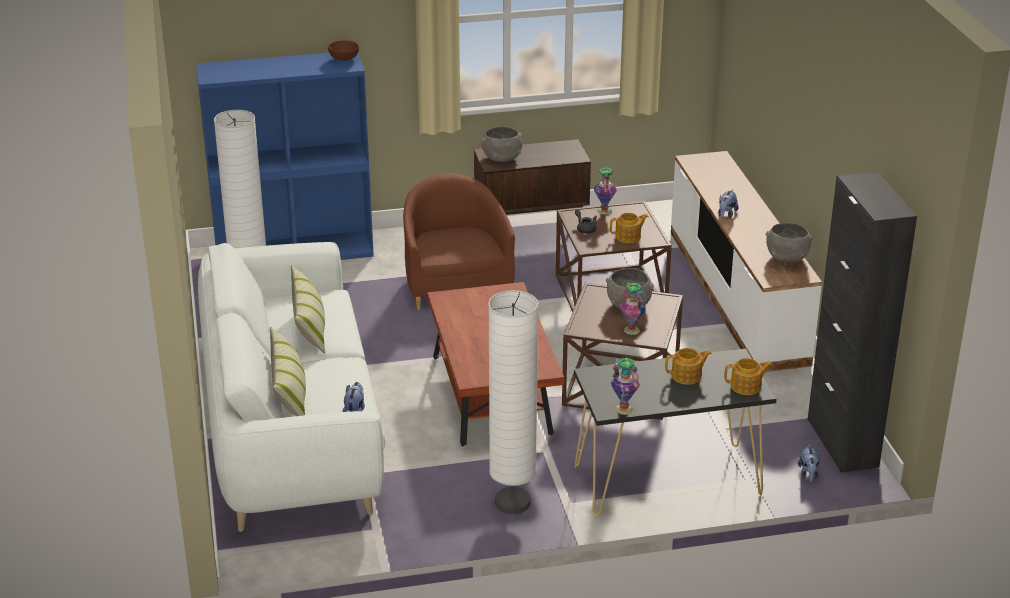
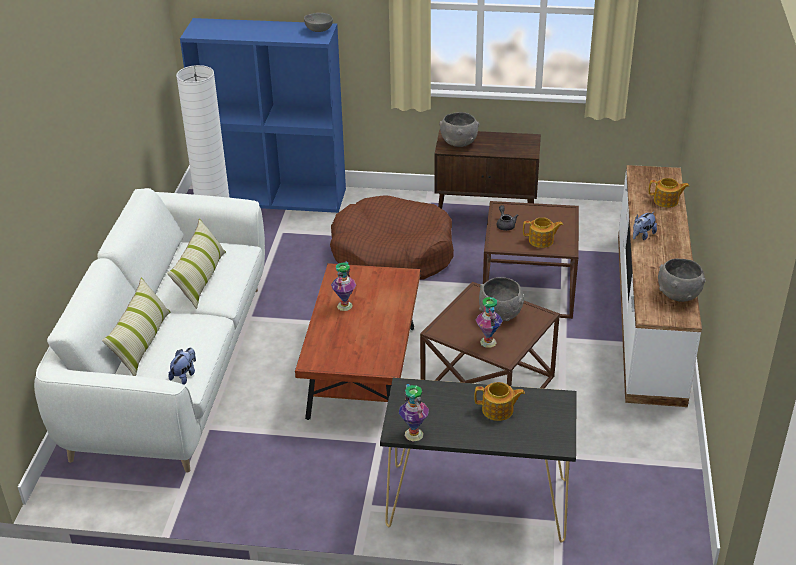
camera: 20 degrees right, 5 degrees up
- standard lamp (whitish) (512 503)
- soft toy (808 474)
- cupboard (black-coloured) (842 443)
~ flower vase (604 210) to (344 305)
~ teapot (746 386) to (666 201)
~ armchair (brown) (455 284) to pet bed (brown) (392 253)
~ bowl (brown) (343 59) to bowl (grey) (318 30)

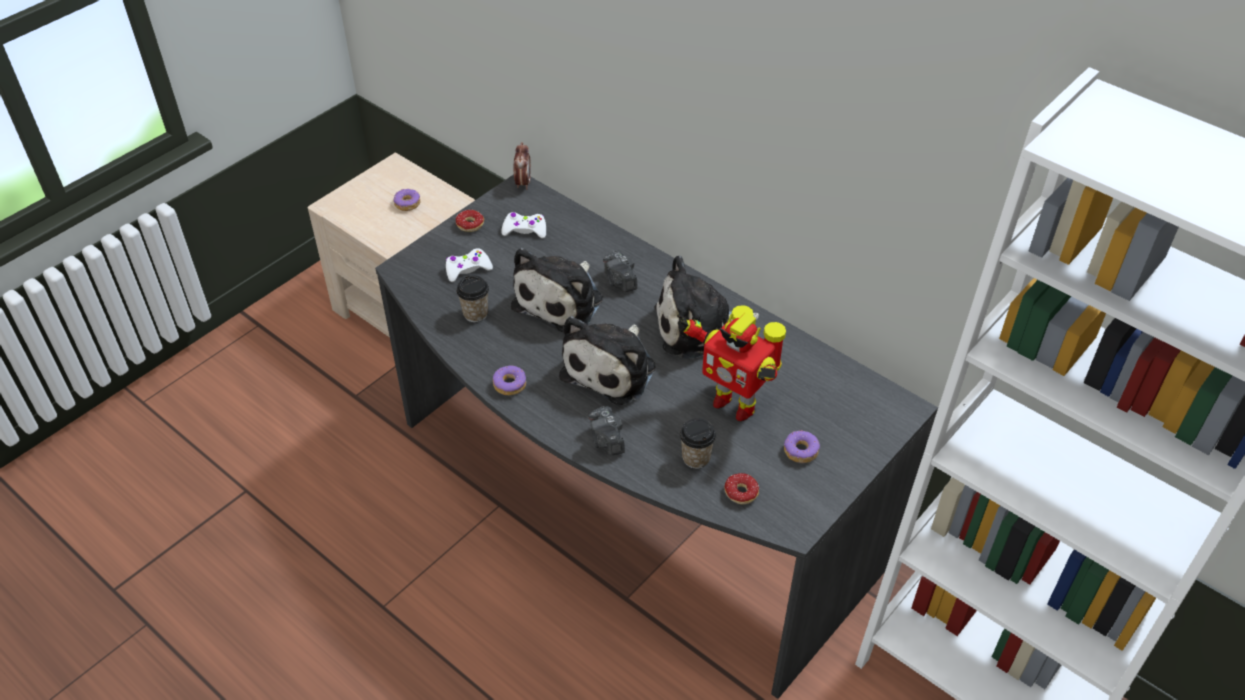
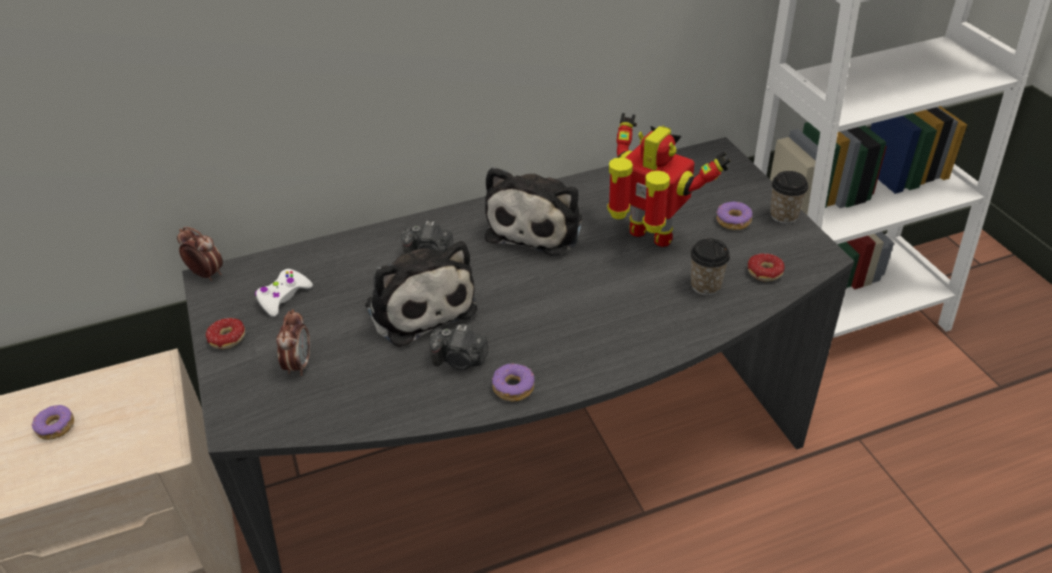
camera: 60 degrees left, 5 degrees down
- soft toy (612 368)
~ cup (475 313) to (783 215)
~ still camera (607 441) to (460 360)
~ gamepad (whitish) (467 269) to alarm clock (299 364)
~ toy robot (734 403) = (650 238) 120 degrees counterclockwise

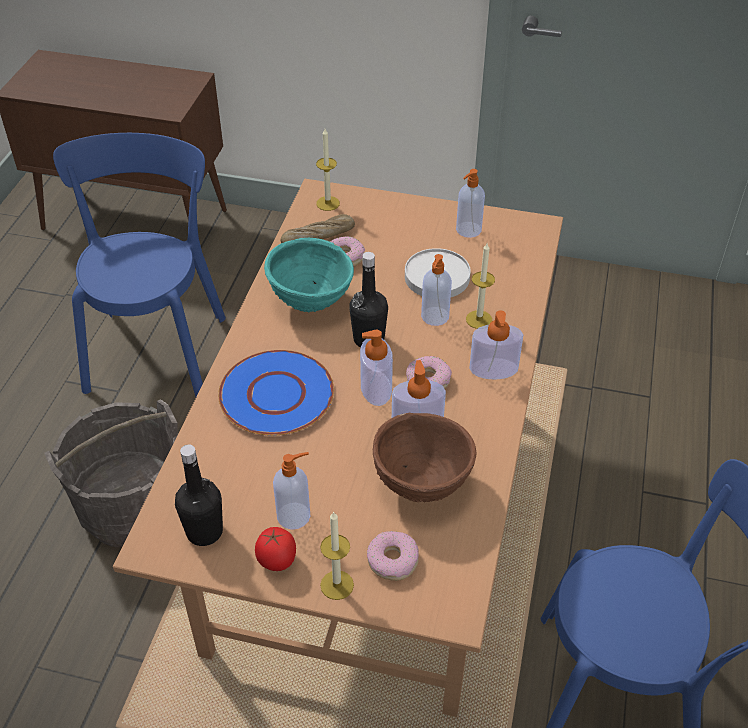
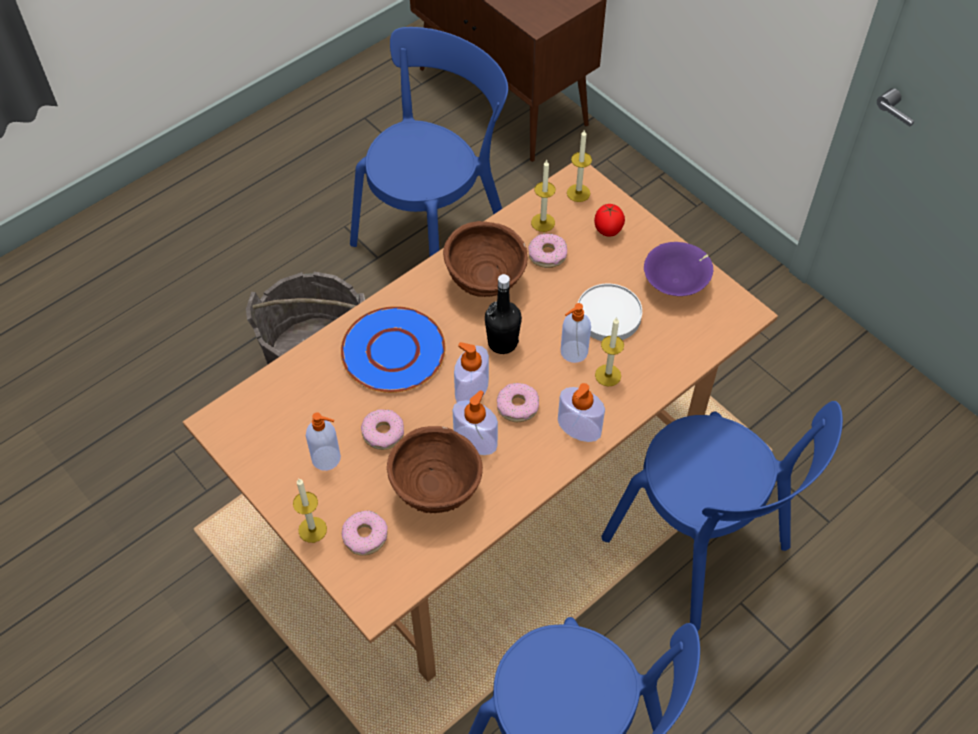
camera: 35 degrees right, 10 degrees up
- bottle (black-coloured) (204 531)
+ doughnut (383 433)
+ chair (blue-coloured) (701 549)
~ whole tomato (277 561) to (607 231)
~ bread (318 236) to wax light (543 222)
~ soap bottle (468 230) to bowl (purple) (676 283)
~ bowl (turquoise) (311 303) to bowl (brown) (485 283)

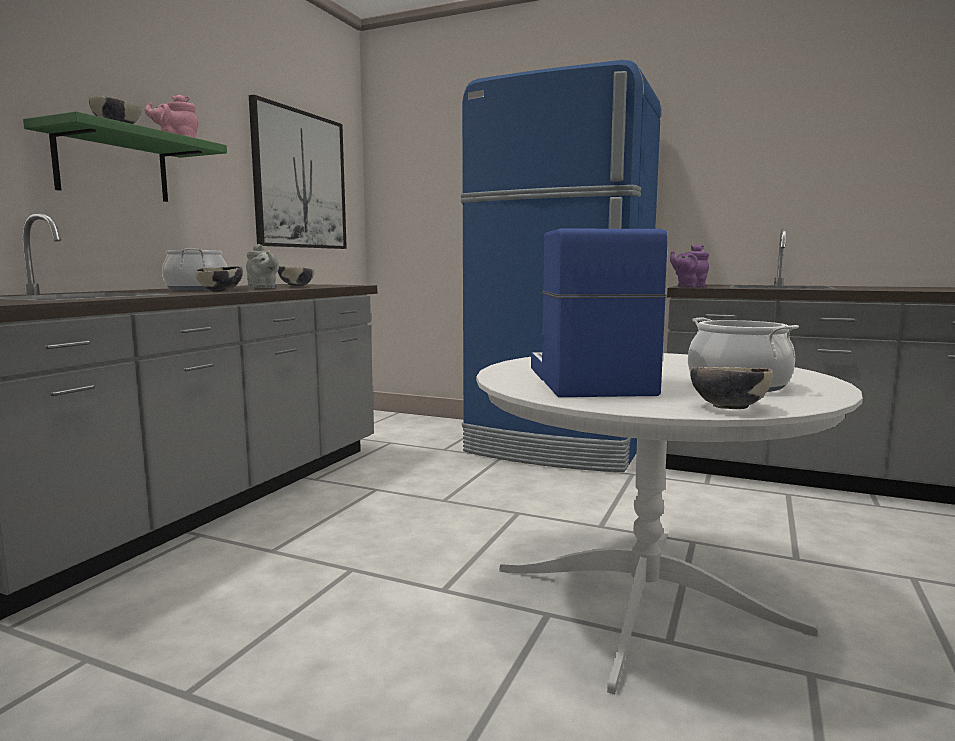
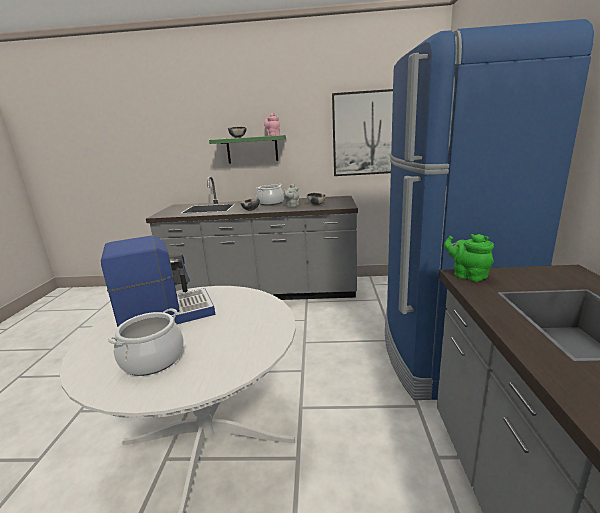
camera: 70 degrees right, 10 degrees up
- bowl (728 408)
~ teapot (purple) (689 287) to teapot (green-coloured) (467 275)

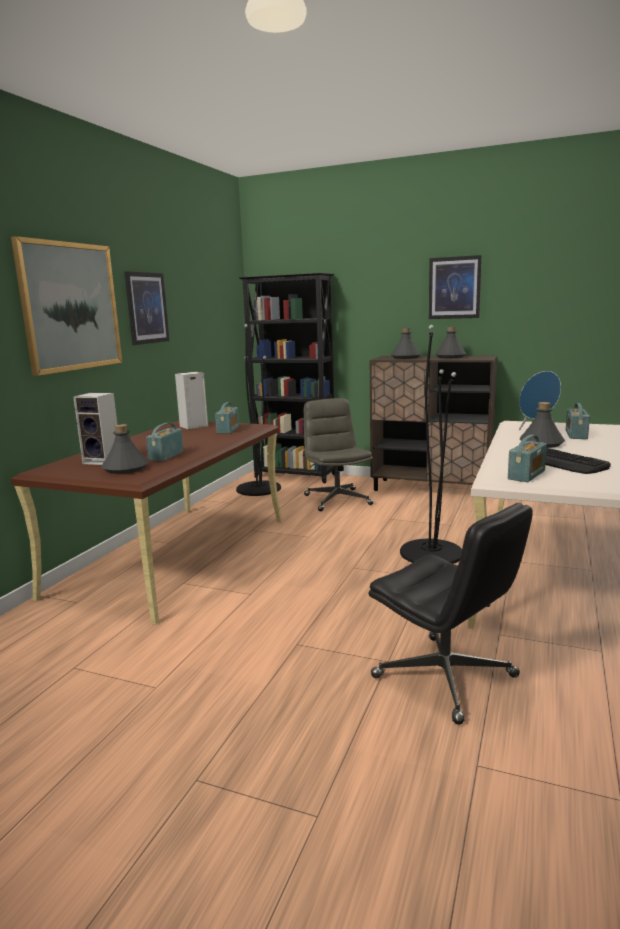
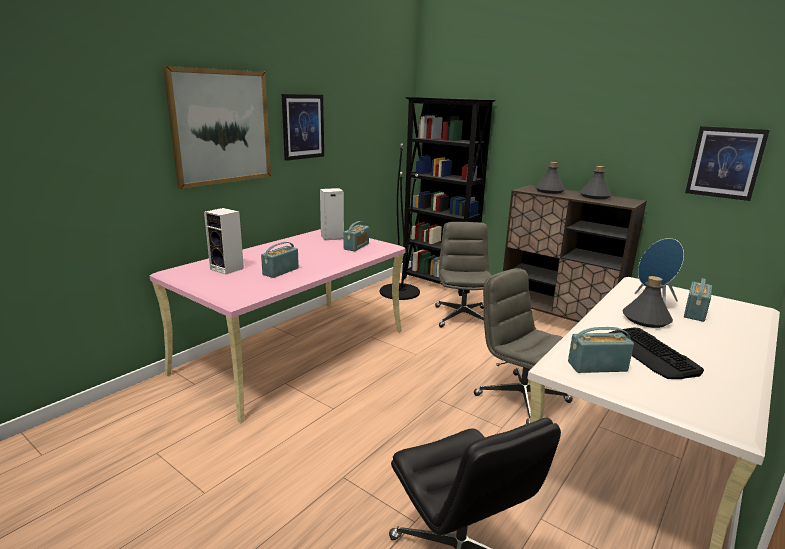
camera: 15 degrees right, 5 degrees up
- bottle (grey) (126 469)
~ wall picture (454 288) to (725 163)
~ standard lamp (black-coloured) (431 553) to computer chair (grey) (520 398)
~ desk unit (brown) (175 554) to desk unit (pink-coloured) (294 350)
~ radio (526 475) = (597 366) 150 degrees counterclockwise

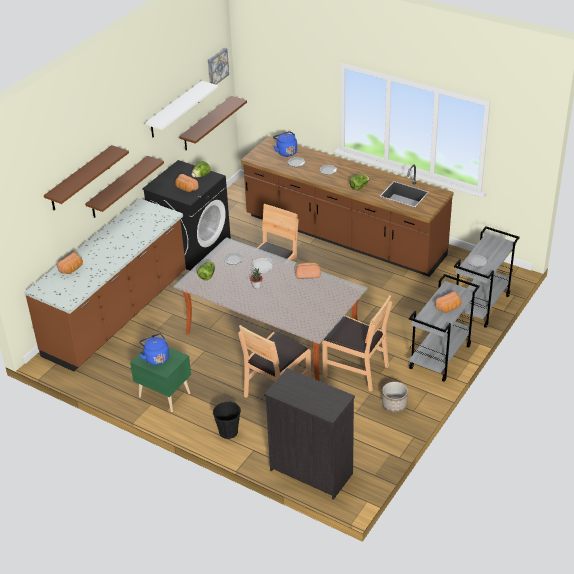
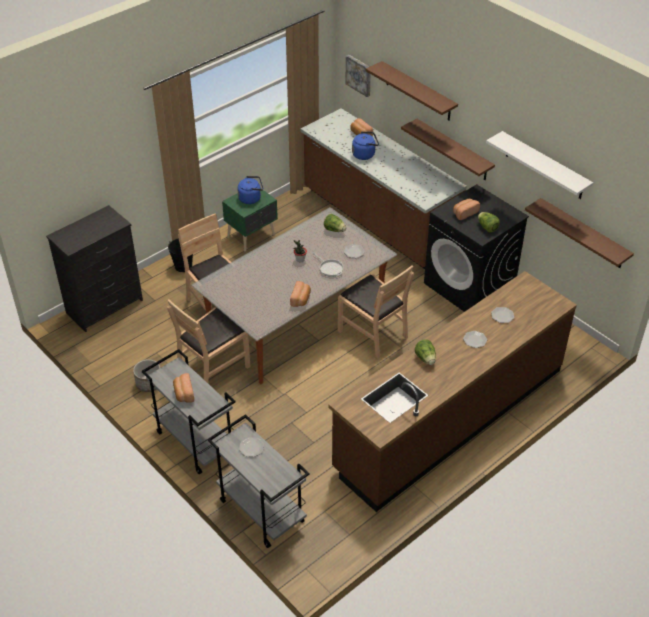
camera: 105 degrees right, 5 degrees up
~ wall picture (217 66) to (359 75)
~ water kettle (blue-coloured) (286 152) to (365 154)

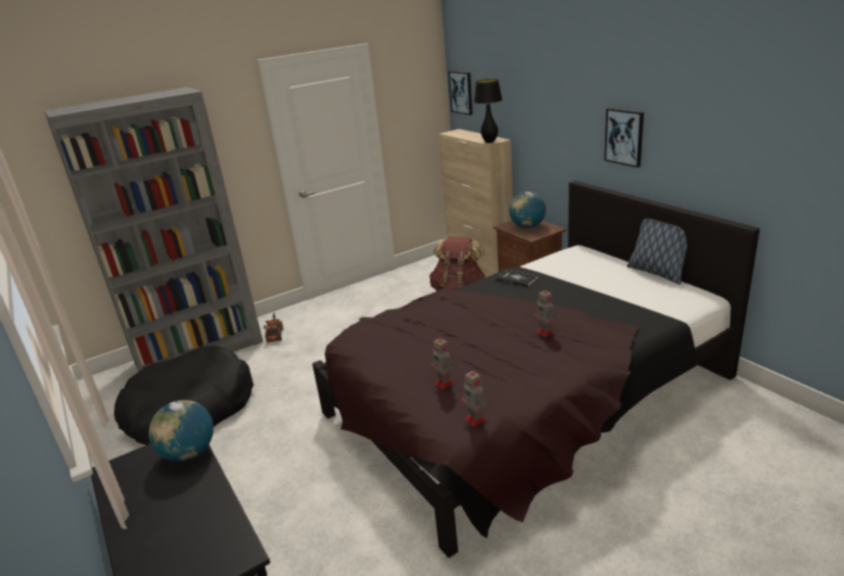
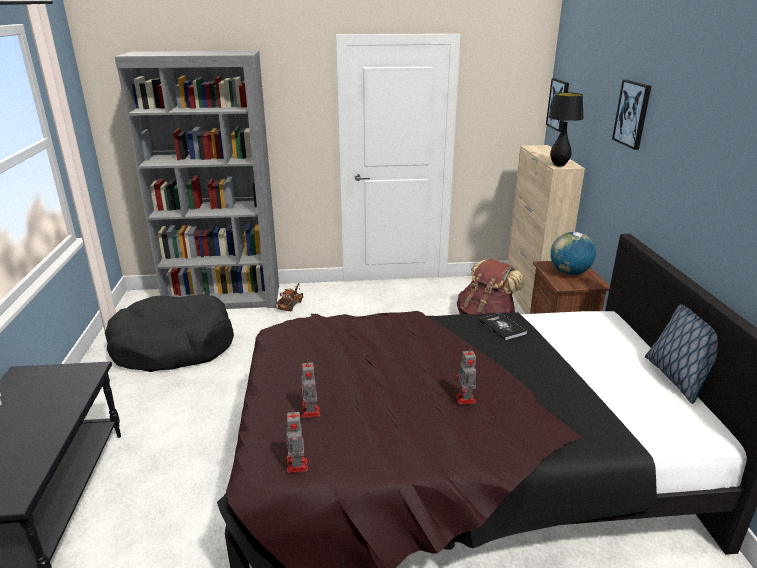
camera: 25 degrees right, 0 degrees up
- globe (189 453)
~ wall picture (624 137) to (632 114)

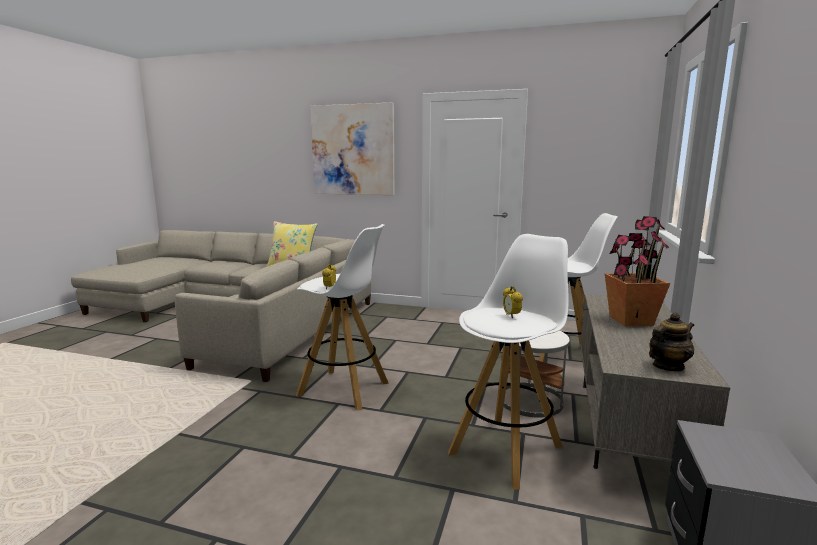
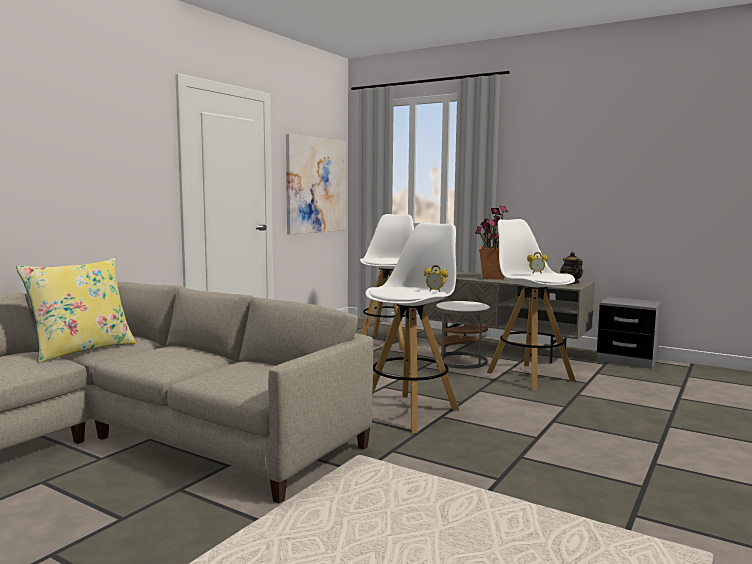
camera: 75 degrees left, 5 degrees down
~ wall picture (353 150) to (316 185)

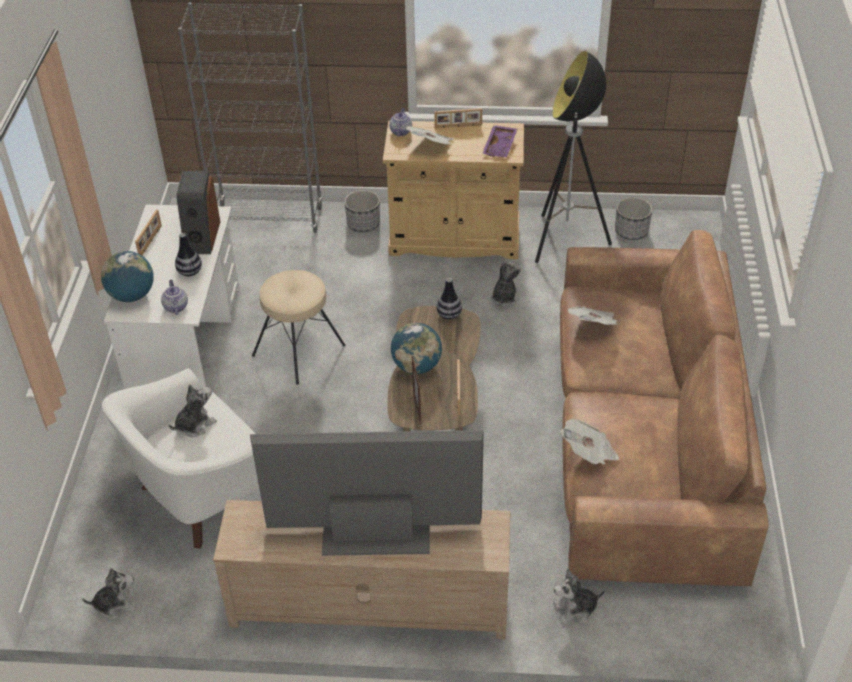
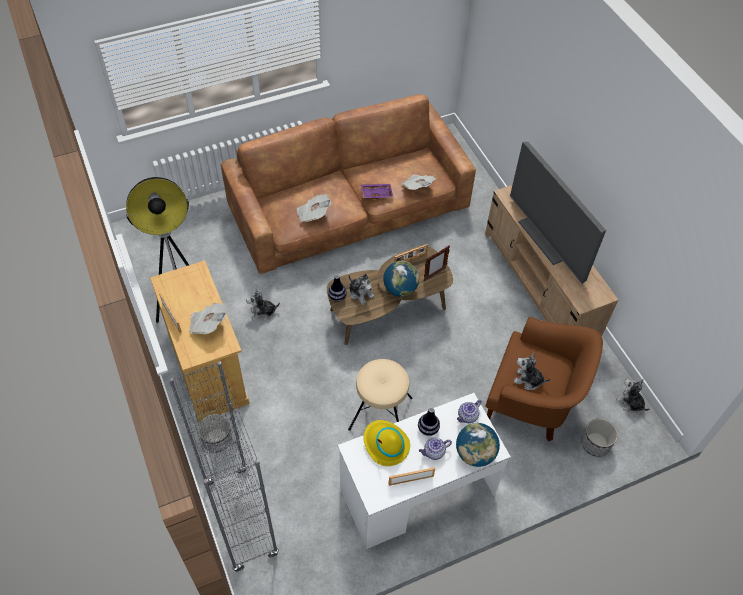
camera: 120 degrees left, 10 degrees up
~ teapot (400 131) to (433 452)
~ carrying tray (purple) (500 146) to (376 193)
~ soft toy (576 609) to (360 293)
~ plant pot (631 231) to (595 444)
~ audio speaker (201 237) to wearable hat (yellow) (385 444)
~ armchair (whitish) (202 496) to armchair (brown) (532 402)

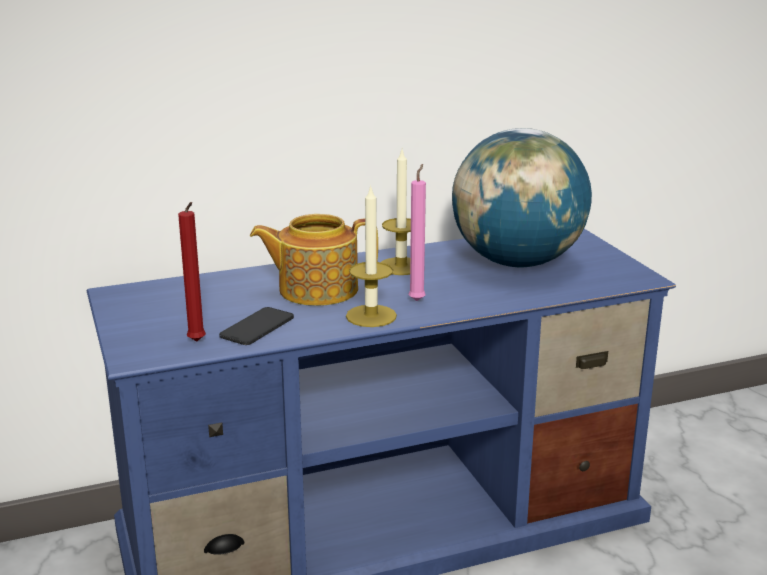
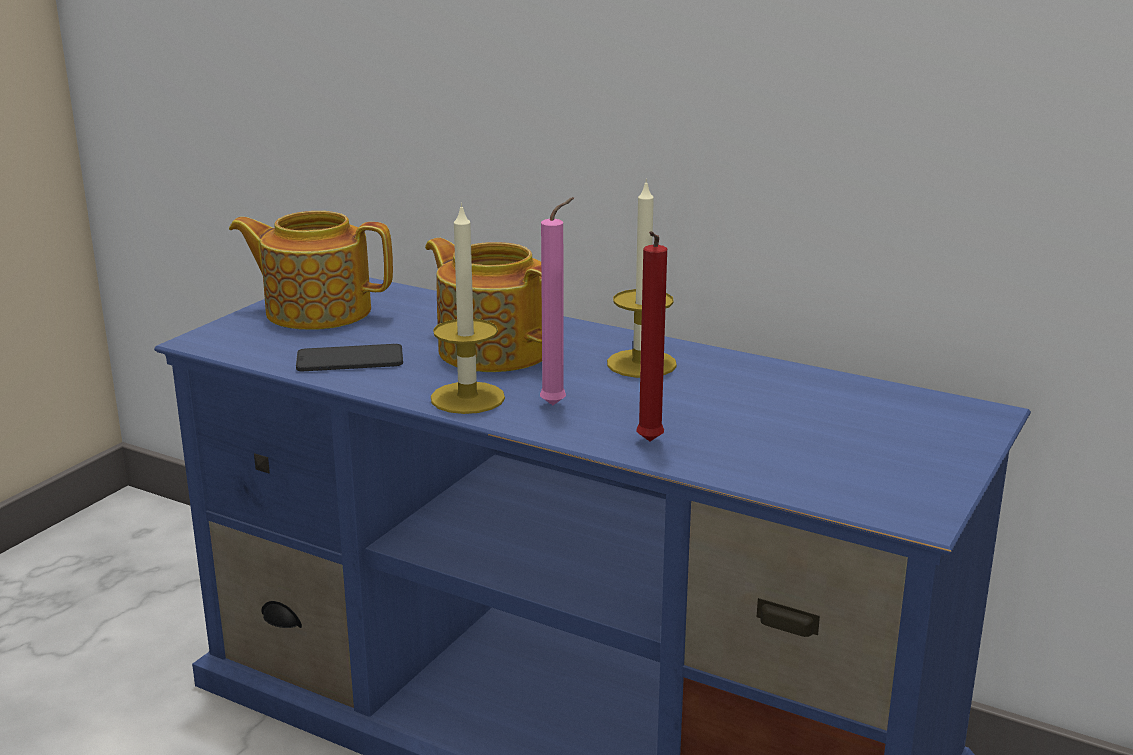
camera: 50 degrees right, 0 degrees up
- globe (517 262)
+ teapot (316 311)
~ wax light (reddish) (197 342) to (648 443)

